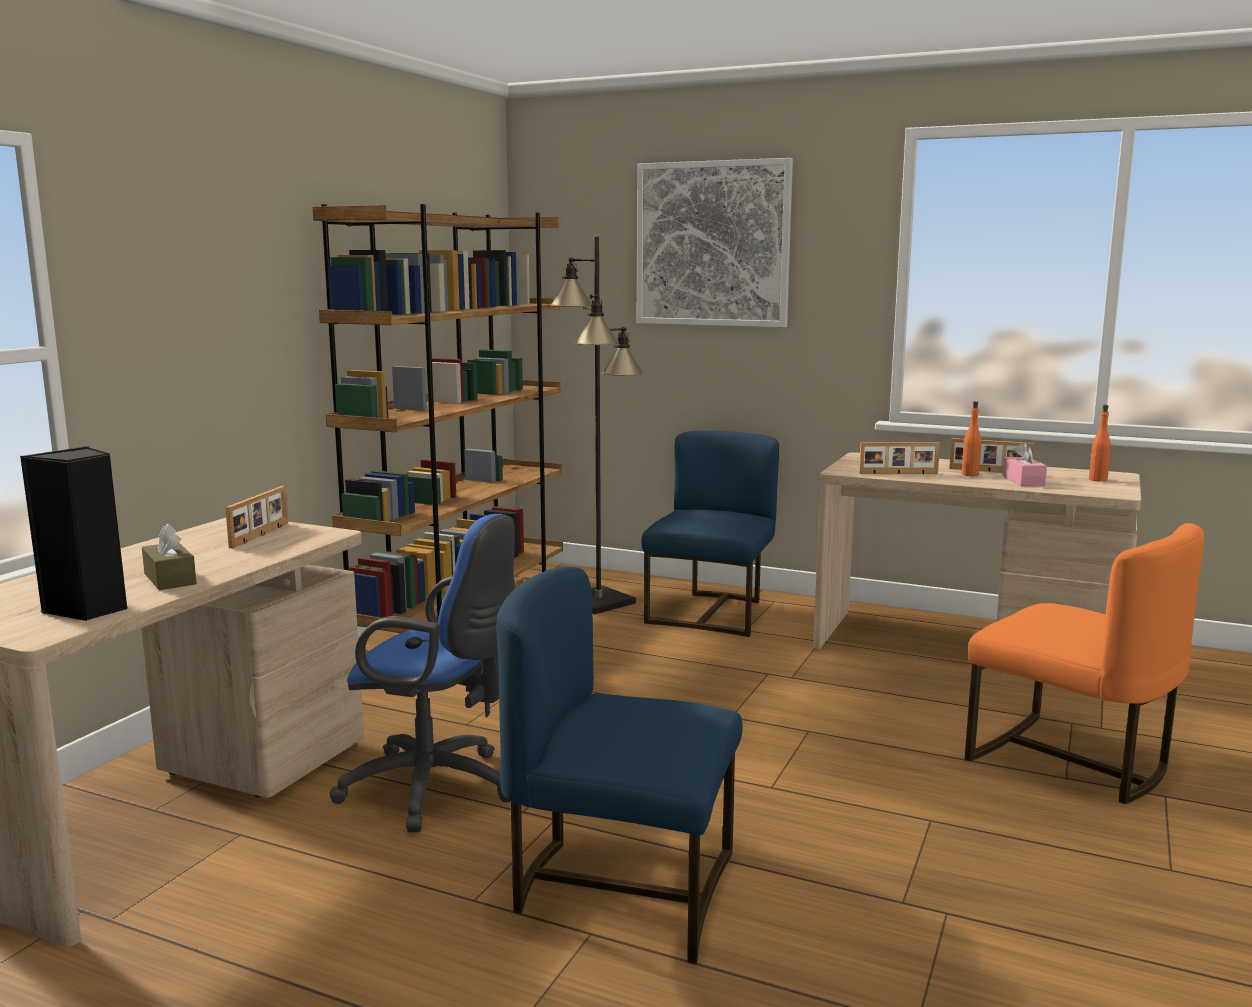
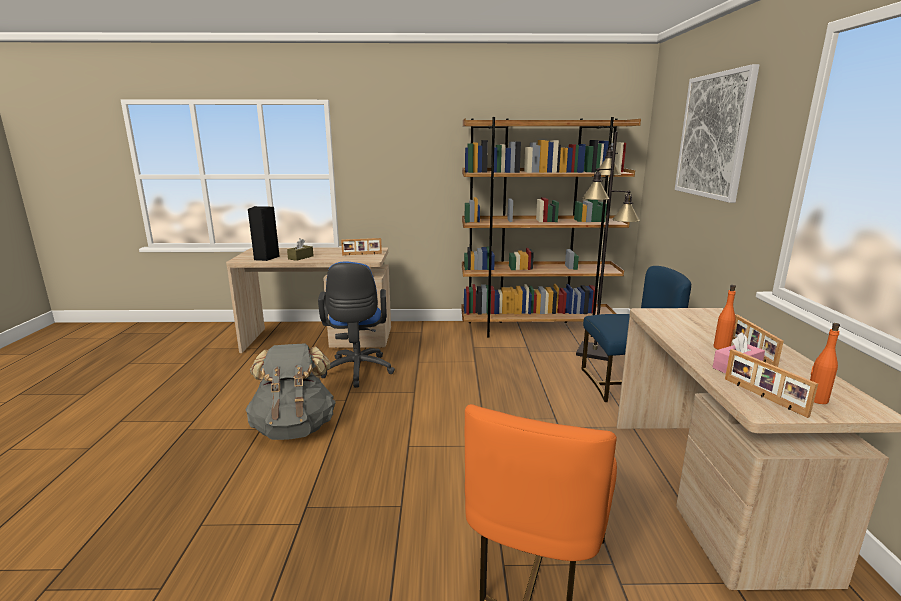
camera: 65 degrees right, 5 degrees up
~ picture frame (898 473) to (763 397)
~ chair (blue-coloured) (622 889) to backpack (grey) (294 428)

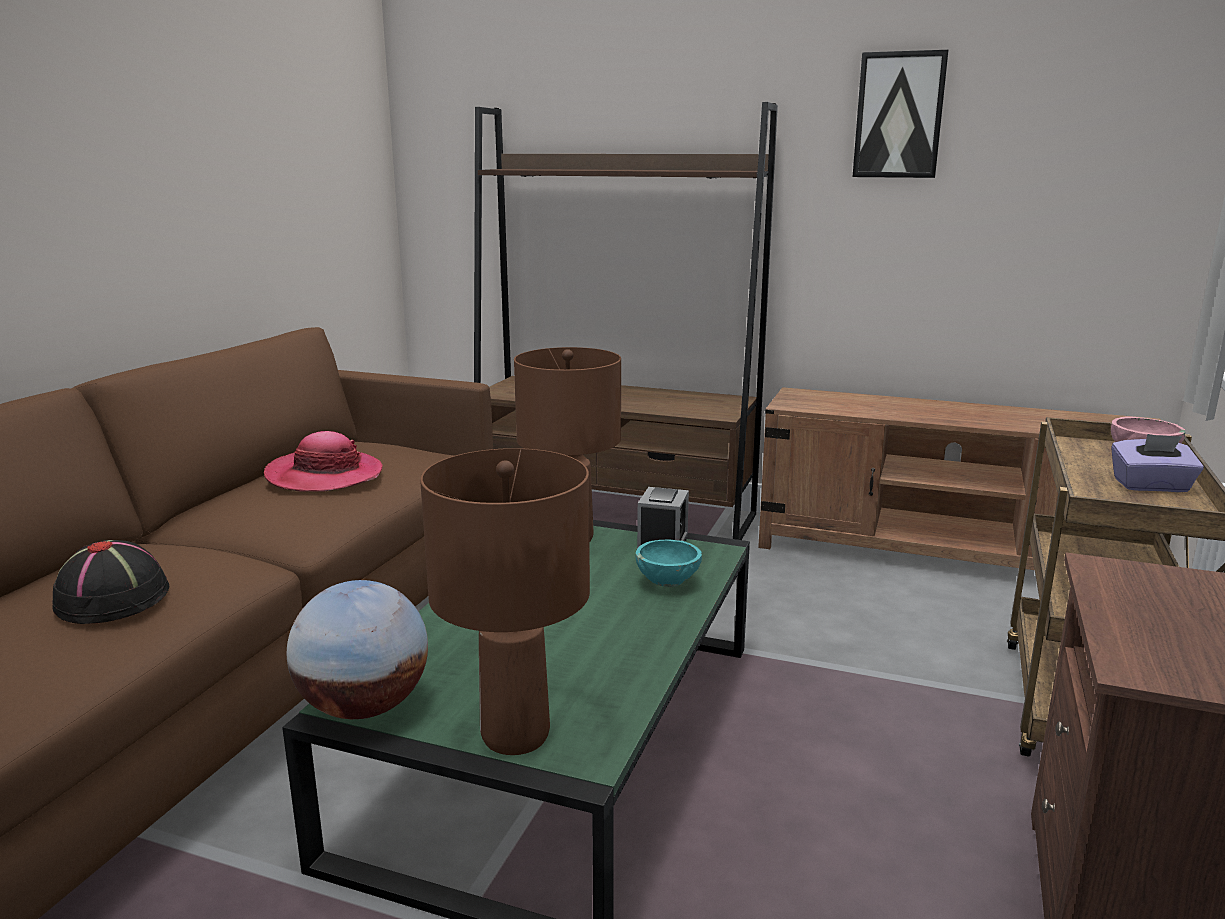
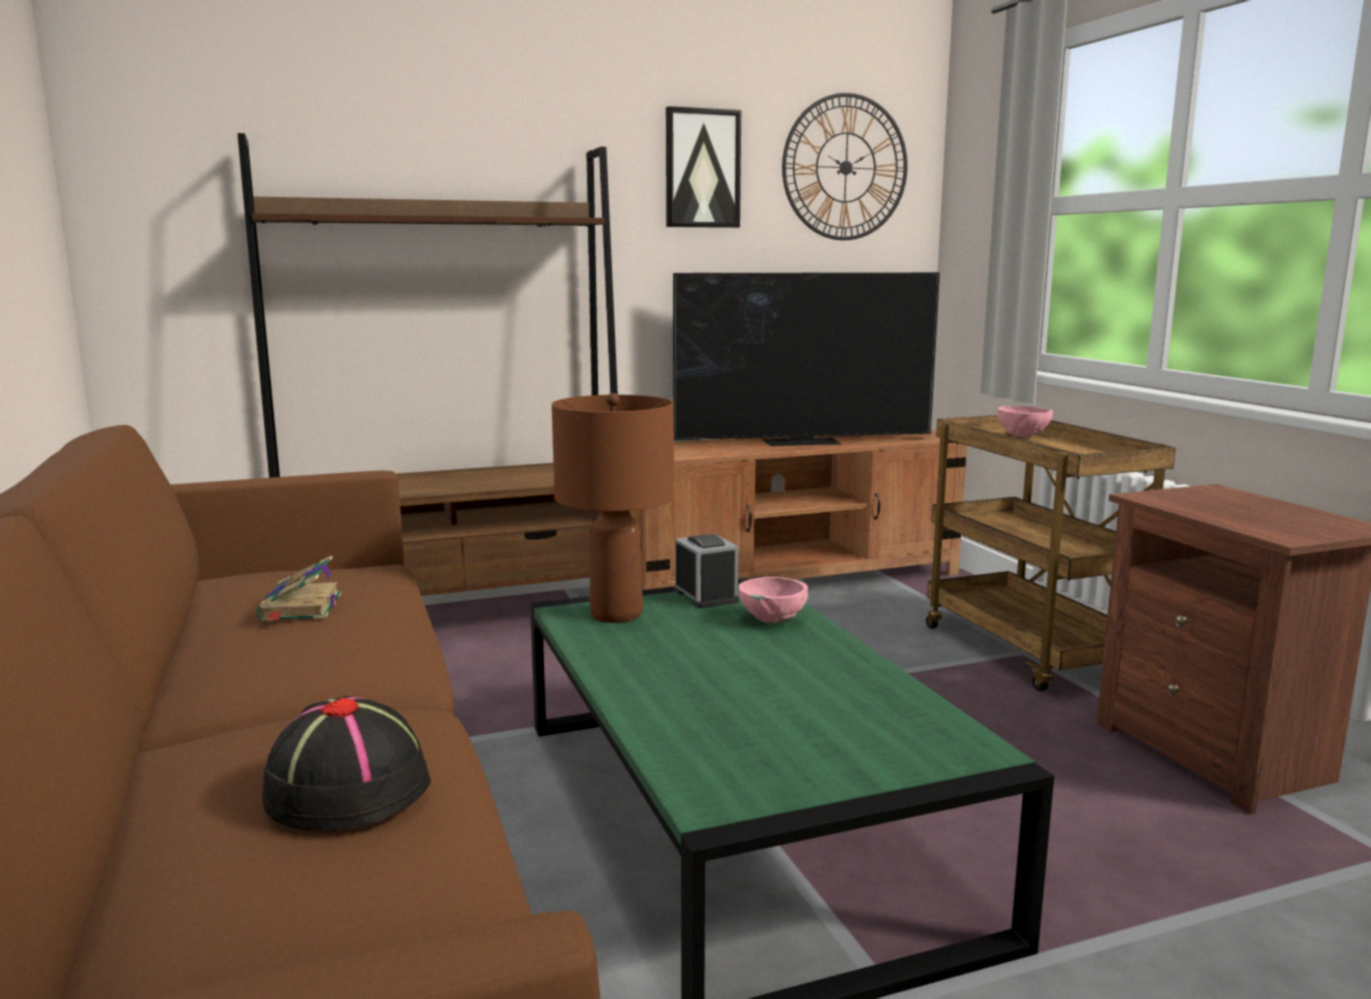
camera: 40 degrees left, 5 degrees down
- globe (364 707)
- tabletop lamp (brown) (516 735)
- tissue box (purple) (1151 486)
+ TV set (803 441)
+ wall clock (845 167)
~ wearable hat (324 476) to book (300 607)
~ bowl (turquoise) (667 583) to bowl (pink-coloured) (771 621)

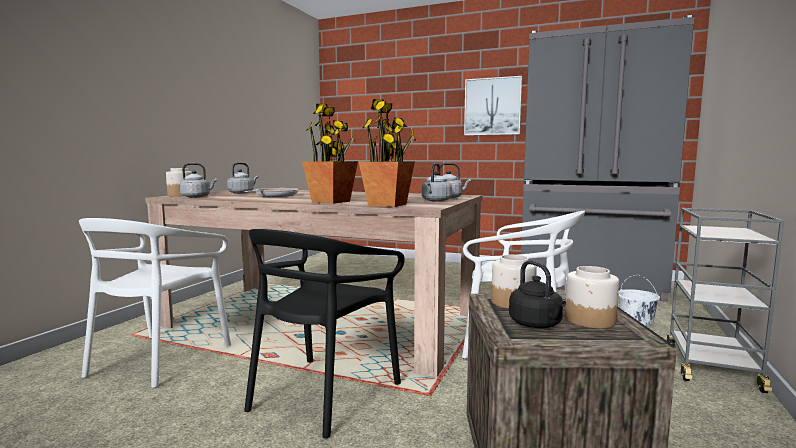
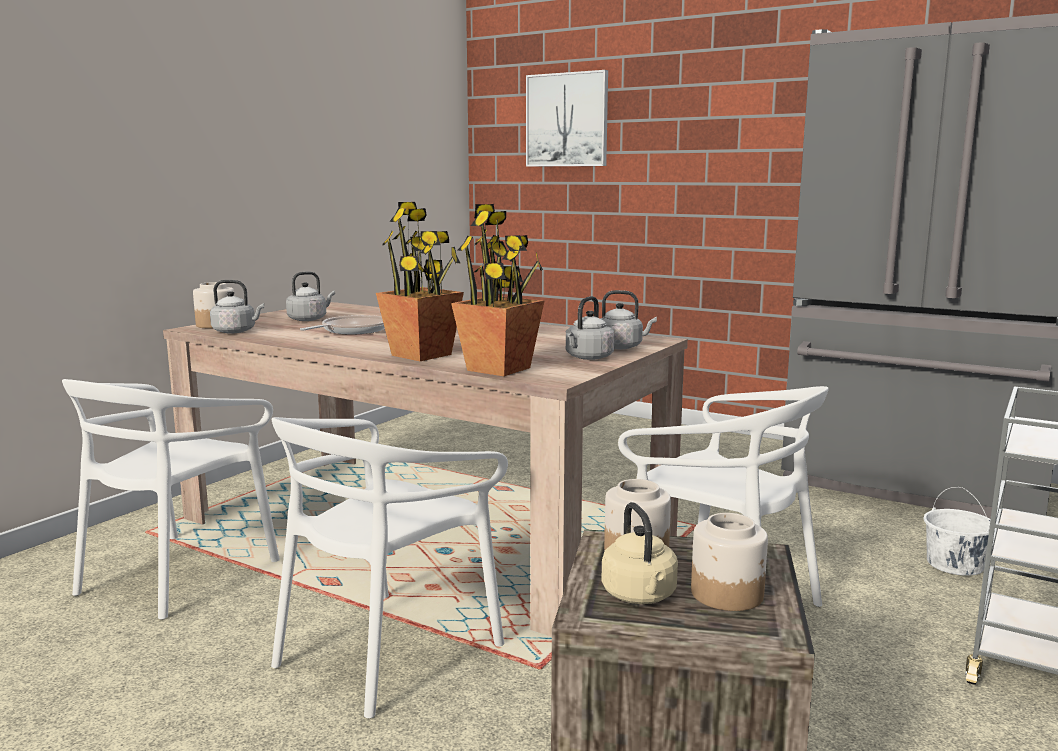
camera: 10 degrees right, 5 degrees up
~ wall picture (492 106) to (567 120)
~ chair (black-coloured) (323 394) to chair (whitish) (387 651)
~ water kettle (black-coloured) (537 325) to water kettle (sand-coloured) (640 596)

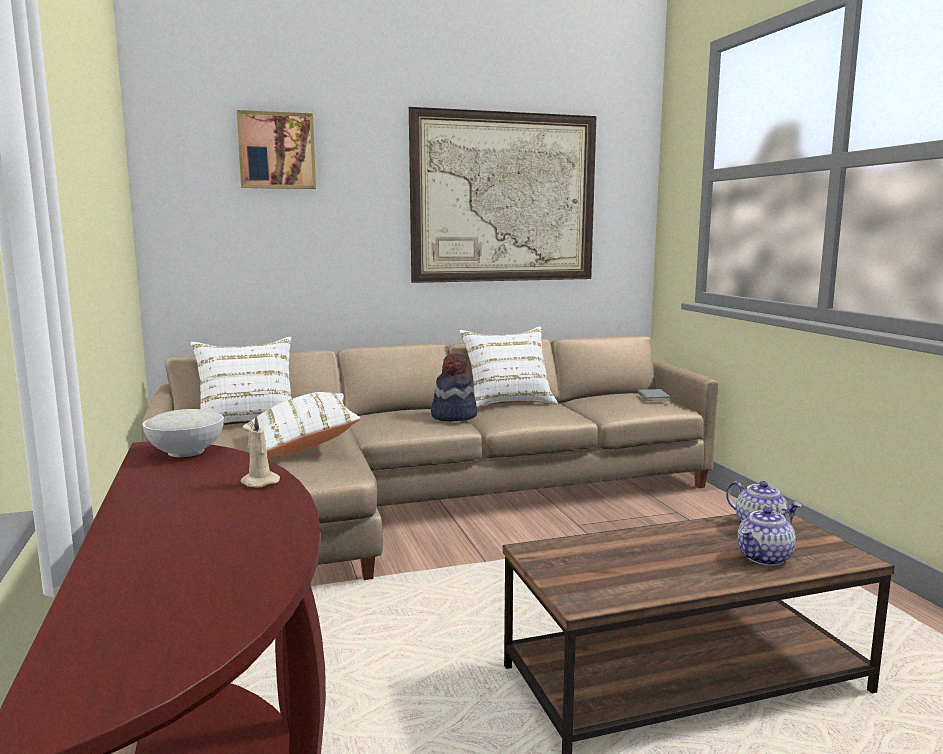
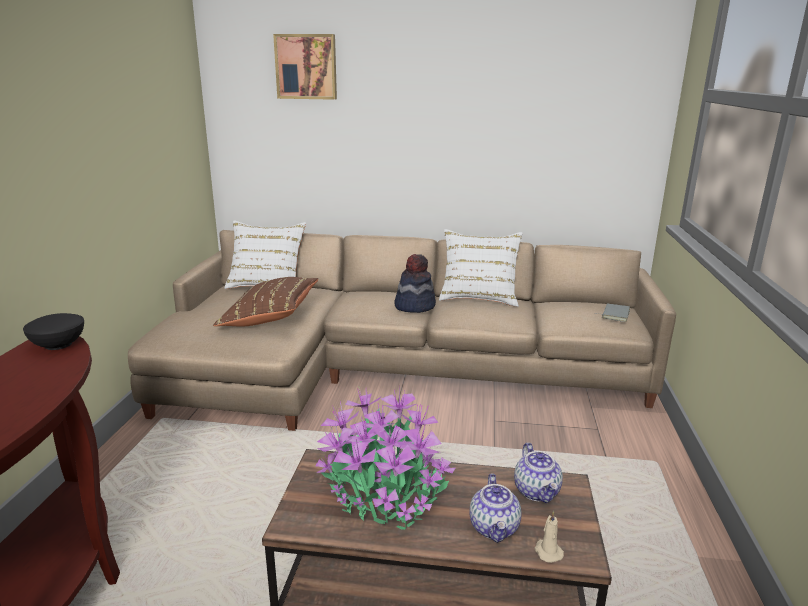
camera: 25 degrees right, 10 degrees up
- wall picture (504 198)
+ houseplant (384 493)
~ wax light (sand-coloured) (258 482) to (547 551)
~ bowl (whitish) (187 452) to bowl (black-coloured) (59 345)
~ pillow (whitish) (300 446) to pillow (brown) (269 318)
~ teapot (765 558) = (495 528) 75 degrees counterclockwise

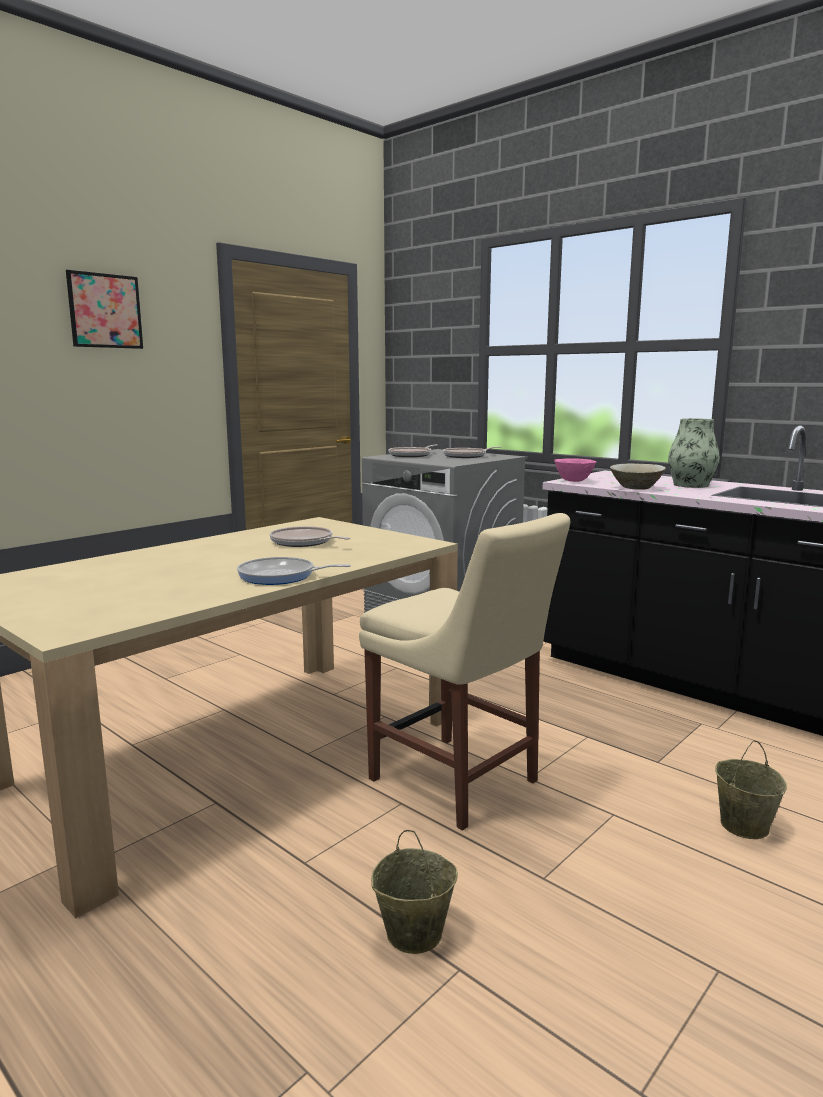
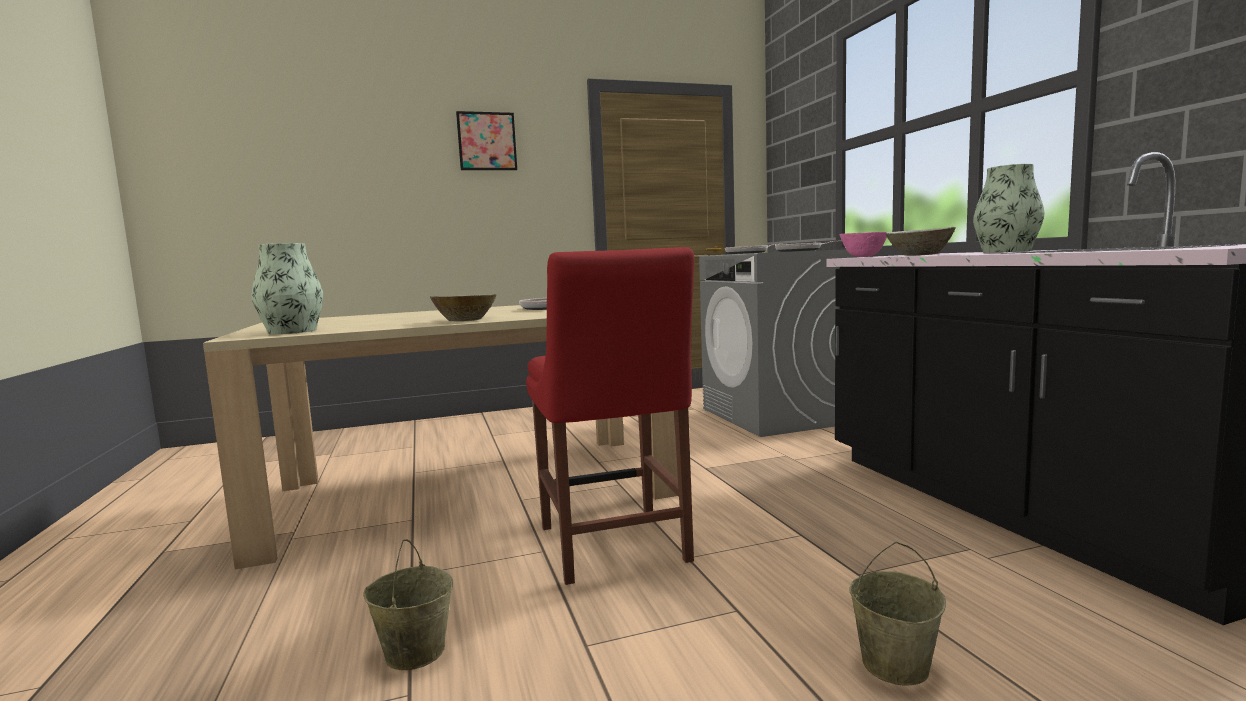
camera: 30 degrees right, 5 degrees down
+ flower vase (292 331)
~ frying pan (281 576) to bowl (sand-coloured) (465 320)
~ chair (sand-coloured) (459 783) to chair (reddish) (614 547)

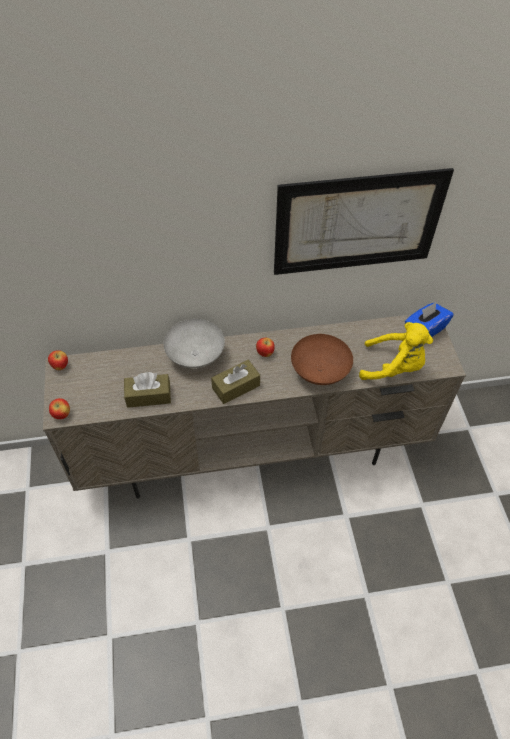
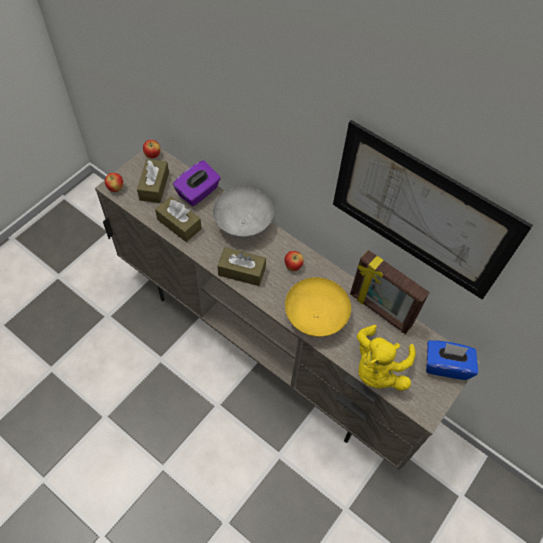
camera: 45 degrees right, 5 degrees up
+ tissue box (brown) (154 186)
+ tissue box (purple) (198 192)
+ picture frame (379 311)
~ bowl (brown) (319 372) to bowl (yellow) (314 316)
~ soft toy (yellow) (393 367) = (378 369) 60 degrees clockwise

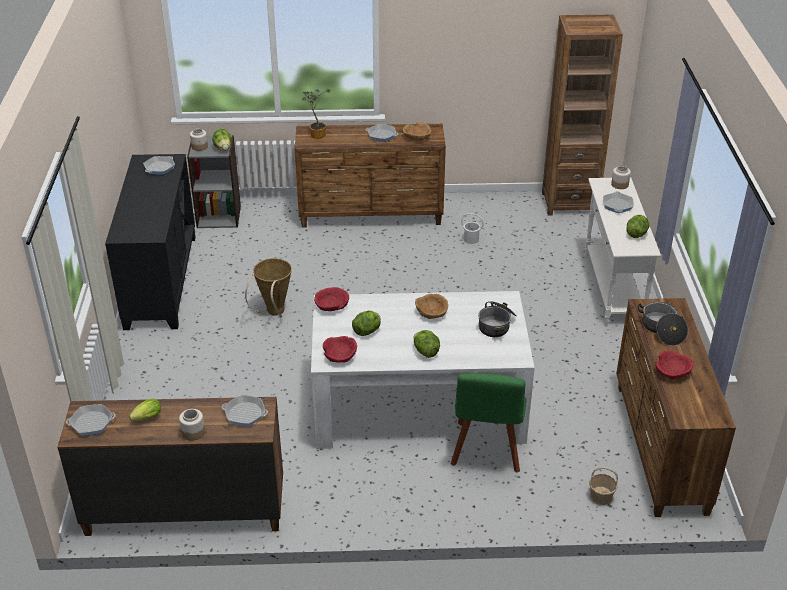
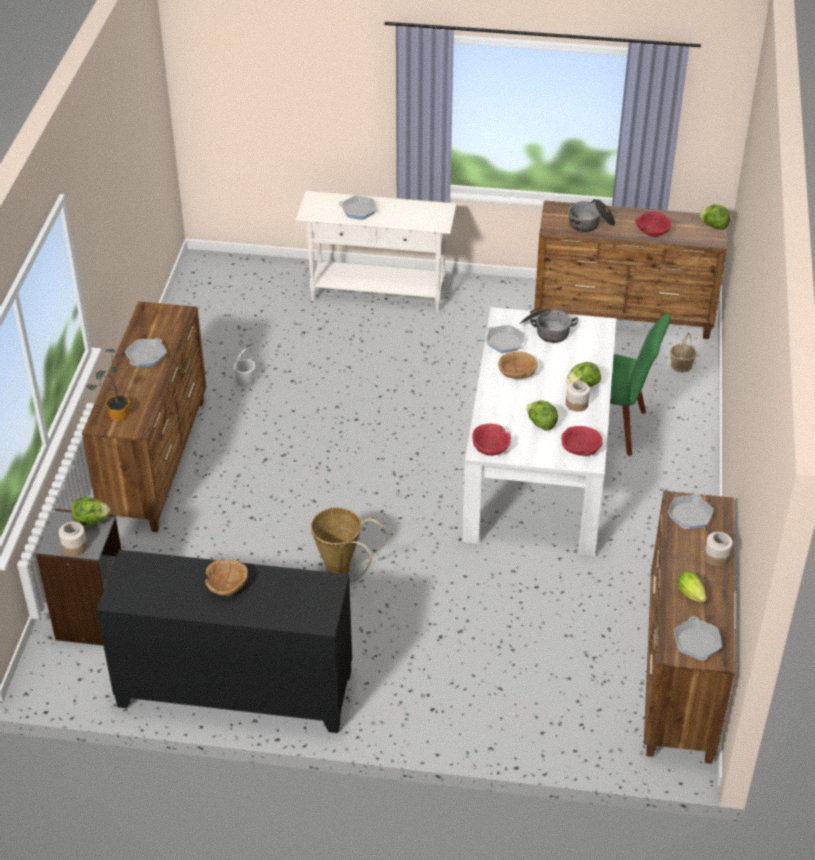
camera: 80 degrees left, 5 degrees up
- shelving unit (brown) (569 203)
~ frying pan (159 168) to (505 342)
~ bowl (brown) (417 137) to (227 584)
~ jar (620 184) to (577 404)
~ lettuce (636 234) to (713 226)

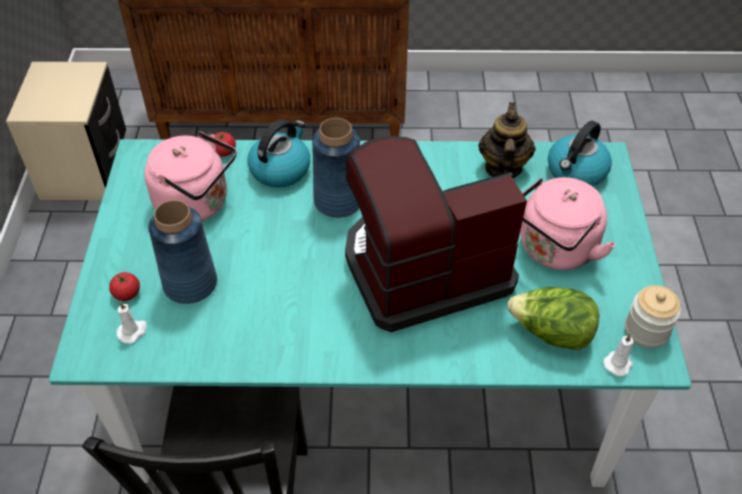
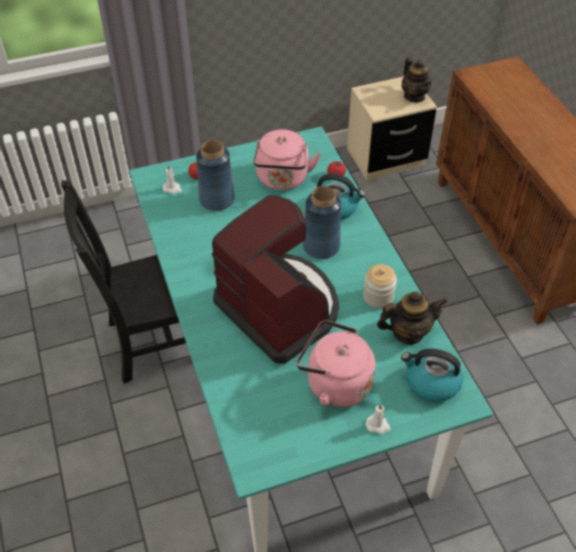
camera: 70 degrees right, 0 degrees up
- lettuce (551 334)
+ teapot (414 96)
~ wax light (whitish) (618 363) to (378 425)
~ jar (646 331) to (378 297)

